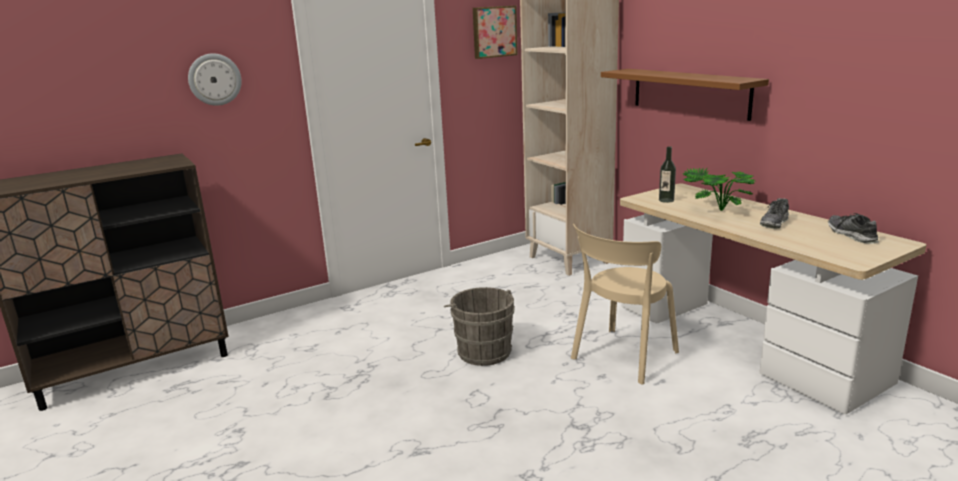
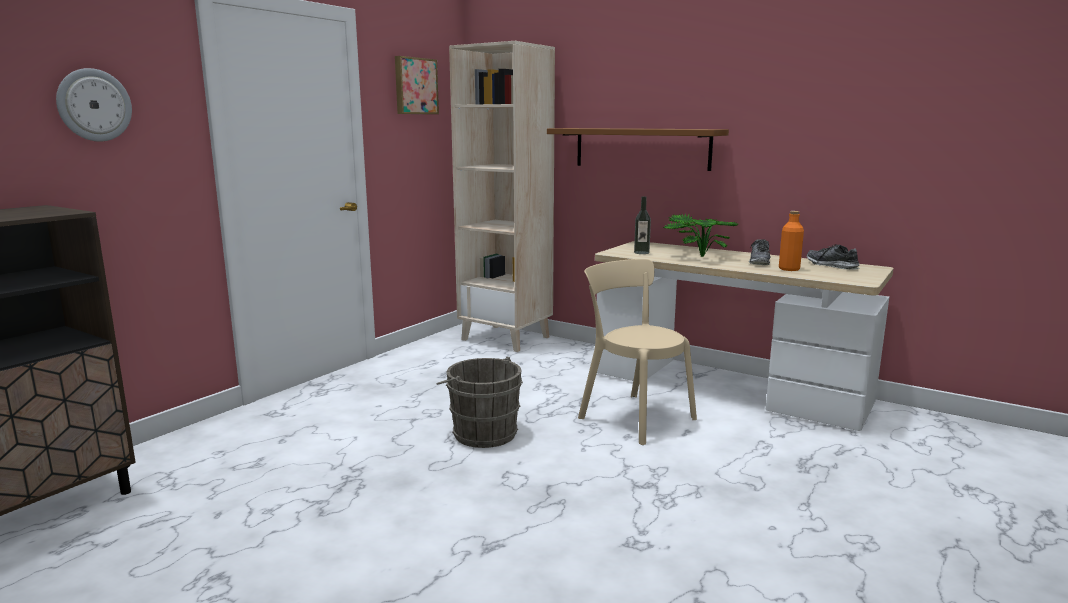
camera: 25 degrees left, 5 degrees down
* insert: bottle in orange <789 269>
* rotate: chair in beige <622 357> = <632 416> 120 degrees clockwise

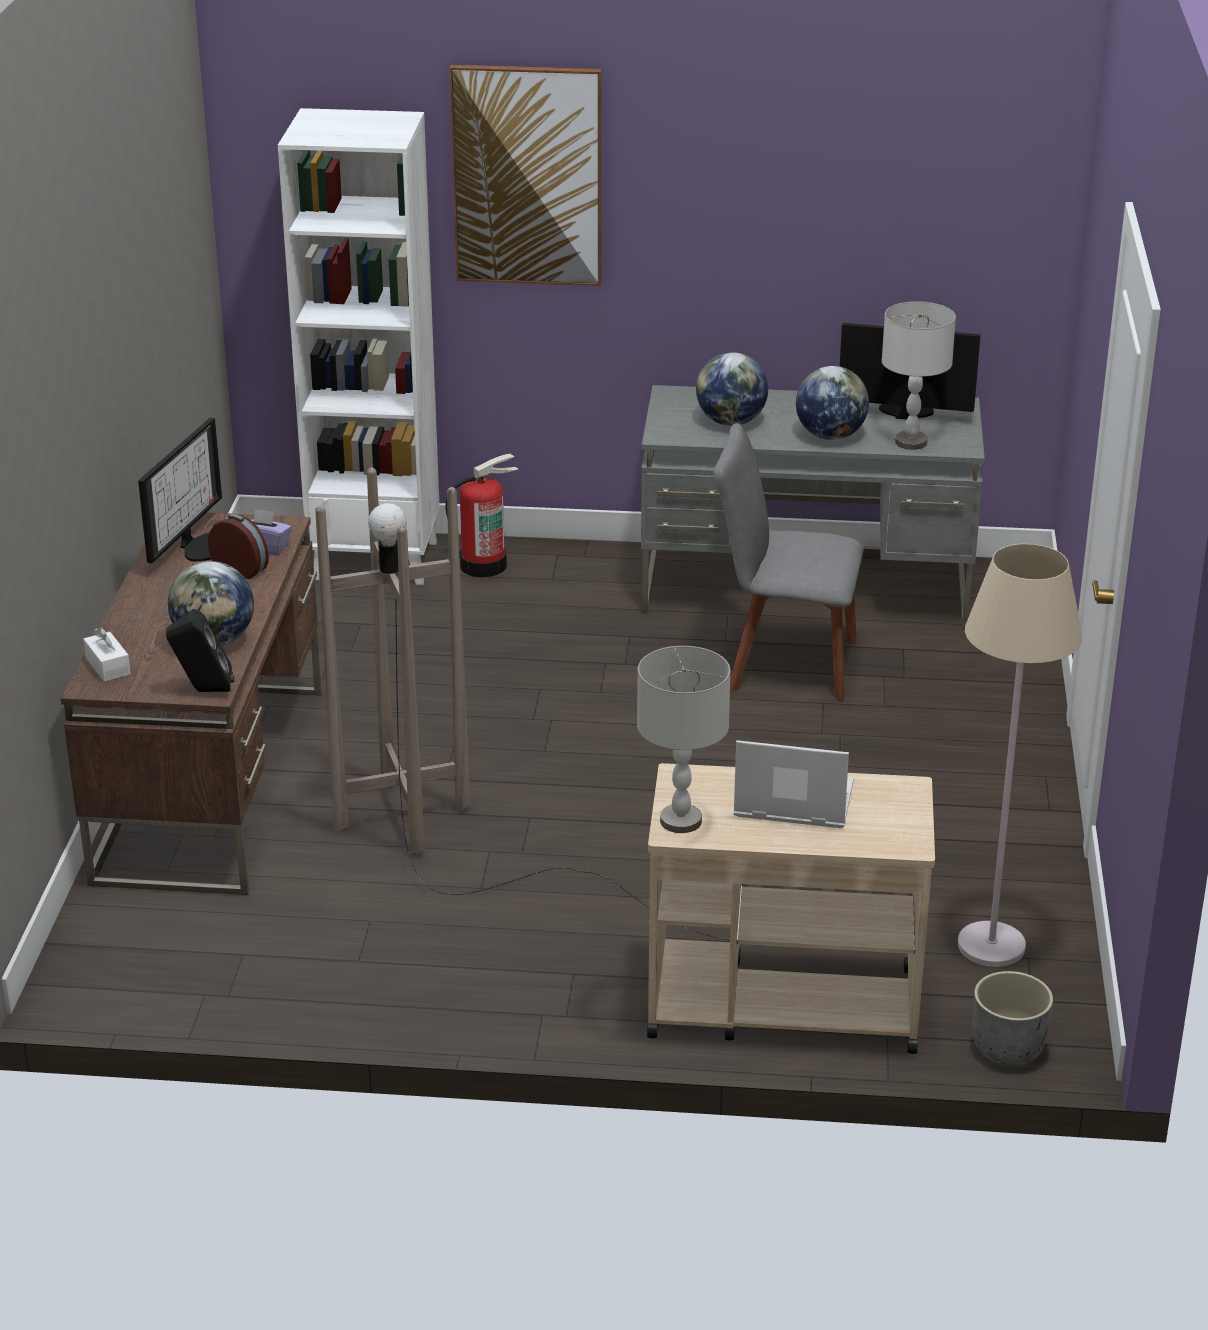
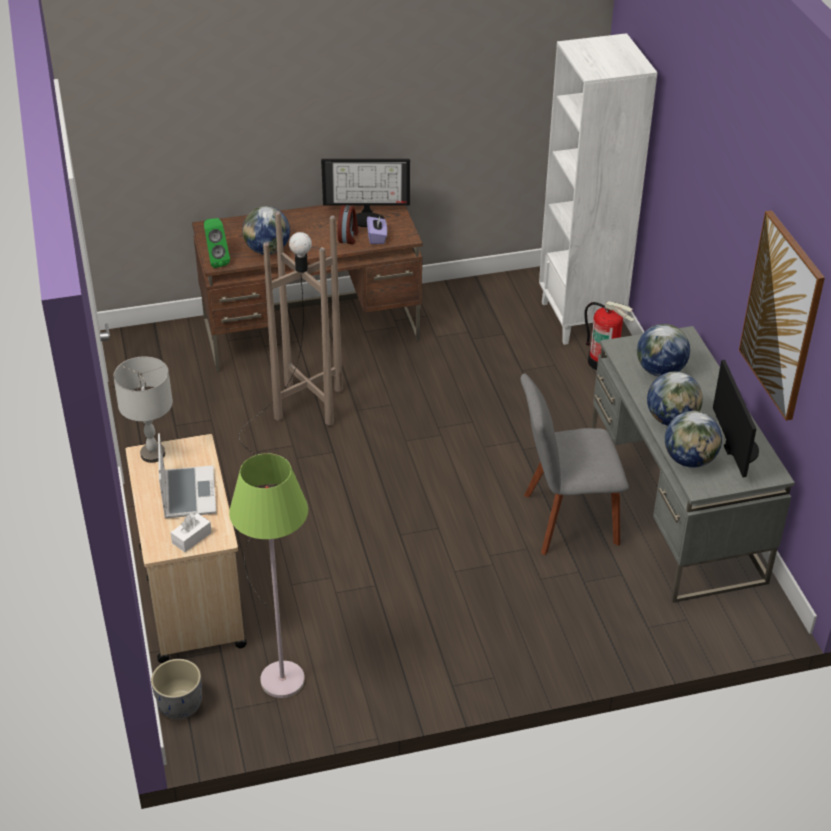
camera: 70 degrees right, 10 degrees up
* move: tissue box in white <108 666> to <191 538>
* move: picture <527 176> to <782 315>
* replace: table lamp in grey <911 442> to globe <689 460>
* recolor: speaker in black <203 691> to speaker in green <216 261>
* recolor: floor lamp in beige <991 946> to floor lamp in green <282 680>
* rotate: chair in grey <784 664> = <565 520> 90 degrees counterclockwise

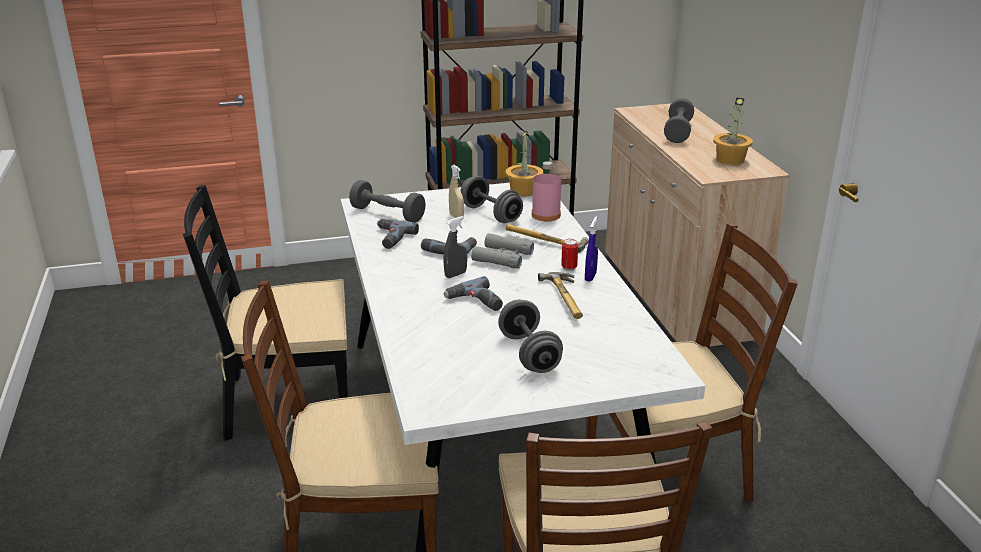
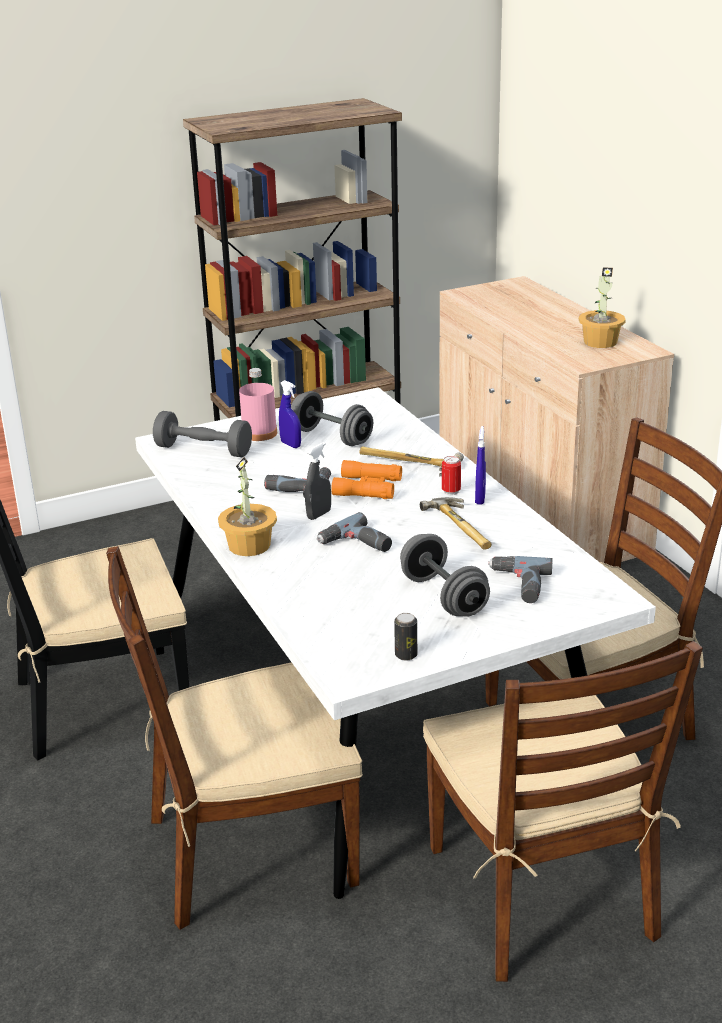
camera: 10 degrees left, 0 degrees up
* delete: dumbbell in grey <678 132>
* insert: can <406 655>
* move: power drill <390 238> to <518 585>
* move: potted plant <524 191> to <250 545>
* move: bottle in pink <546 215> to <259 433>
* recolor: spray bottle in beige <456 217> to spray bottle in blue <290 445>
* recolor: binoculars in grey <503 257> to binoculars in orange <367 487>

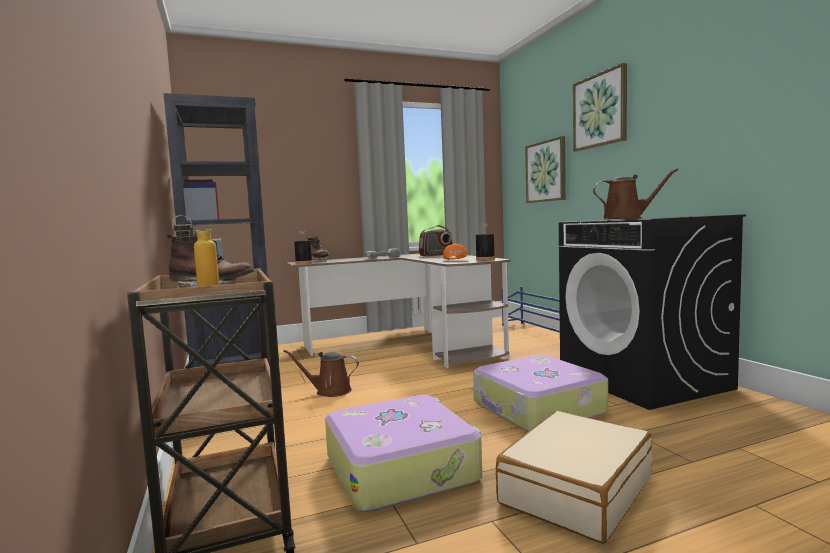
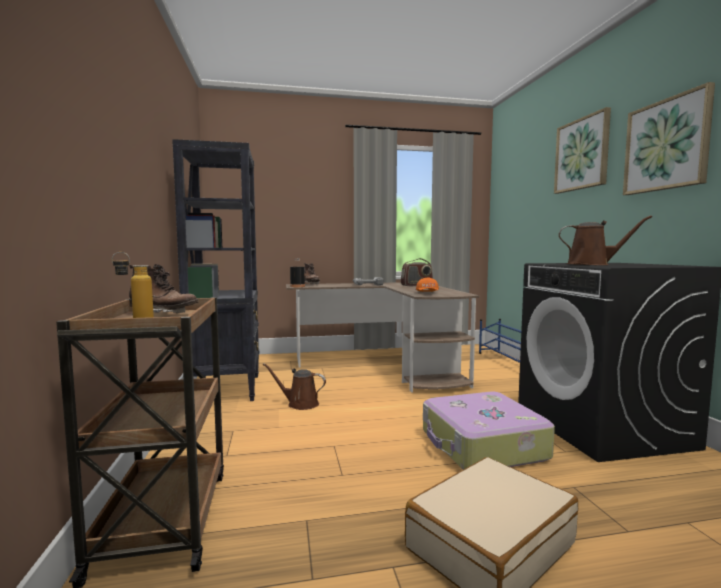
camera: 10 degrees right, 0 degrees up
* delete: suitcase <402 467>
* delete: bottle in black <485 259>
* move: picture <546 171> to <666 145>

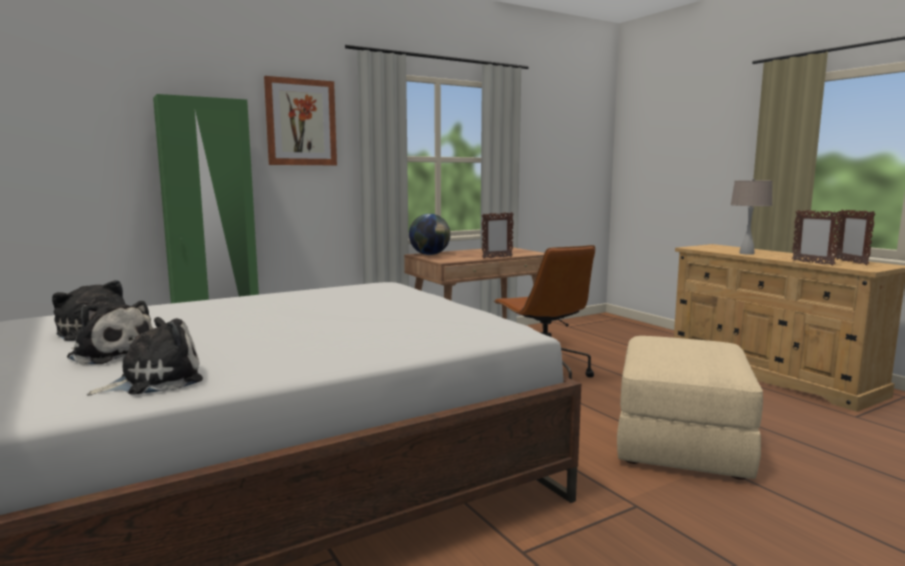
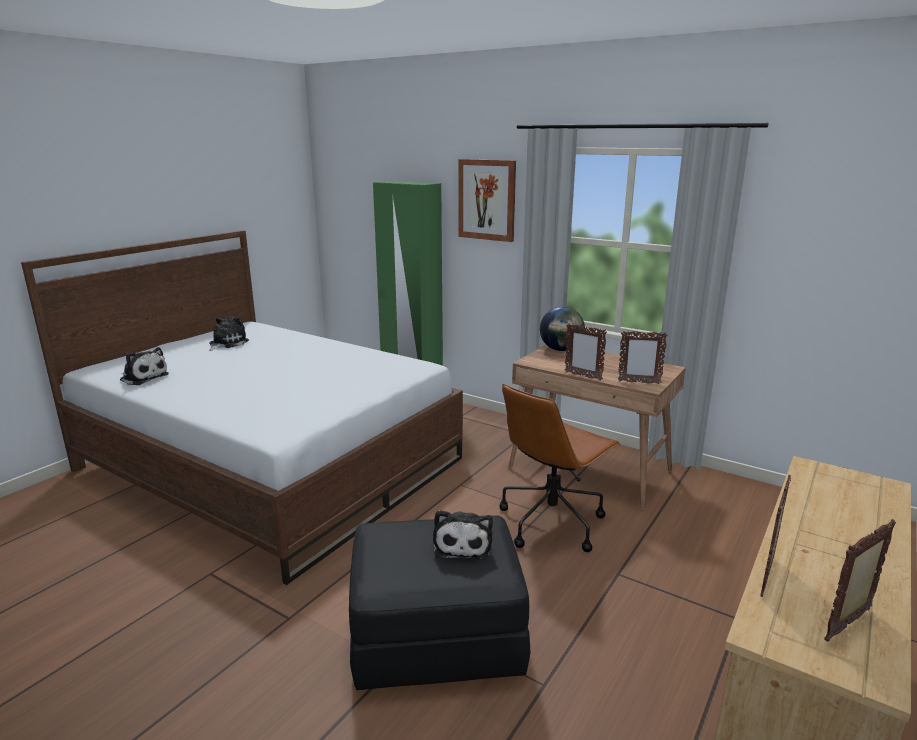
camera: 65 degrees right, 10 degrees up
* delete: table lamp in beige <747 253>
* insert: picture frame <638 382>
* move: plush toy <110 353> to <463 544>
* recolor: ottoman in beige <680 442> to ottoman in black <437 636>

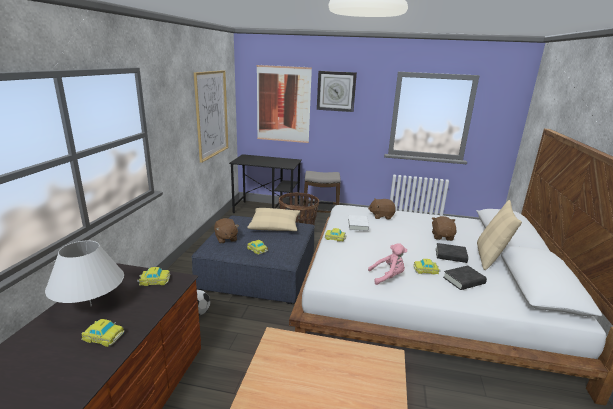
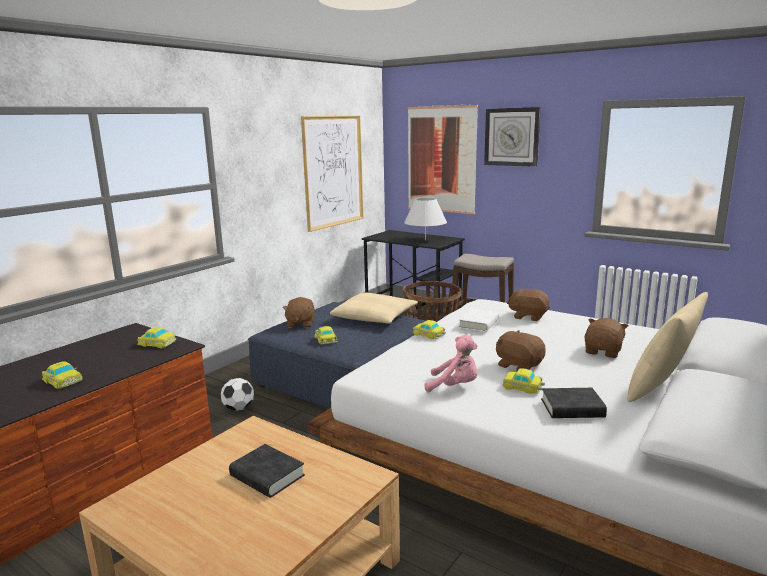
camera: 25 degrees right, 5 degrees down
* insert: plush toy in brown <519 365>
* move: table lamp in white <91 306> to <425 240>
* move: book in black <450 255> to <267 476>

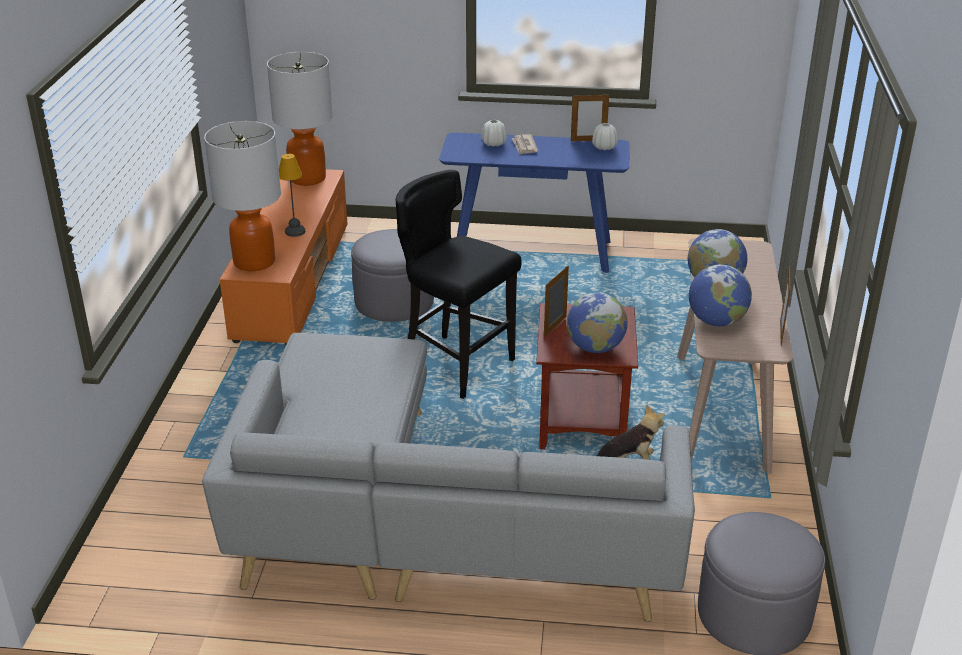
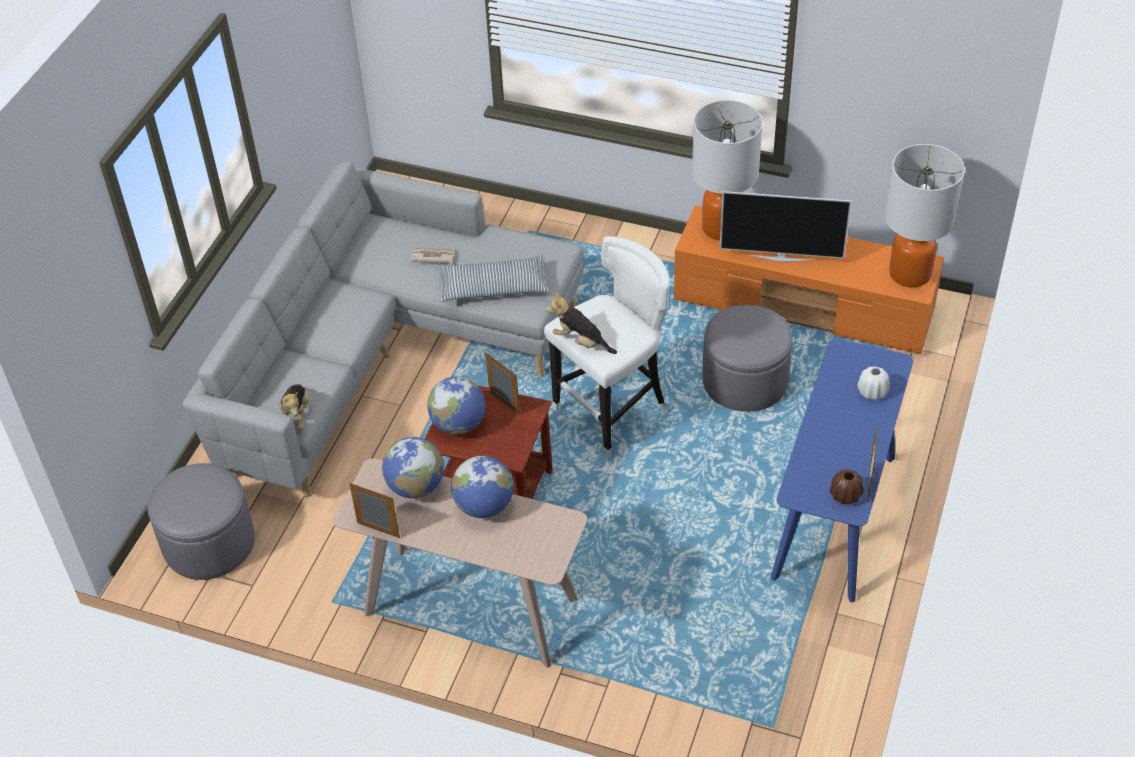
camera: 105 degrees right, 15 degrees up
* insert: pillow <494 287>
* insert: plush toy <581 342>
* move: newspaper <524 146> to <432 256>
* replace: table lamp <294 231> to television <781 257>
* recolor: stool in black <456 365> to stool in white <613 413>
* recolor: vase in white <604 147> to vase in brown <845 495>

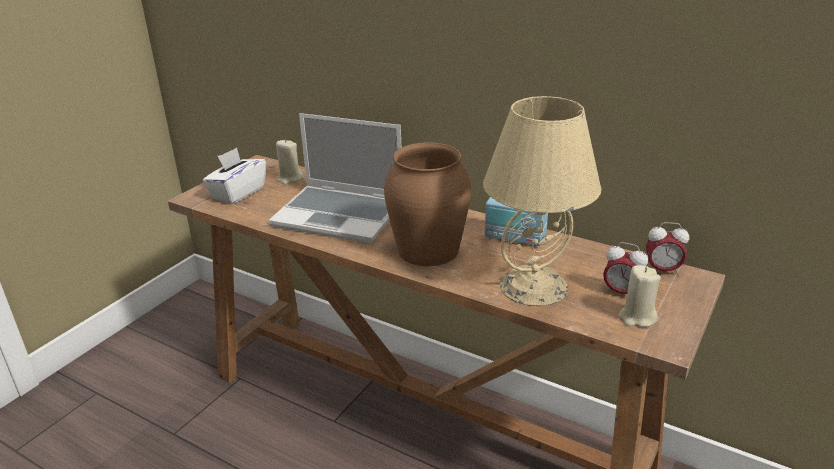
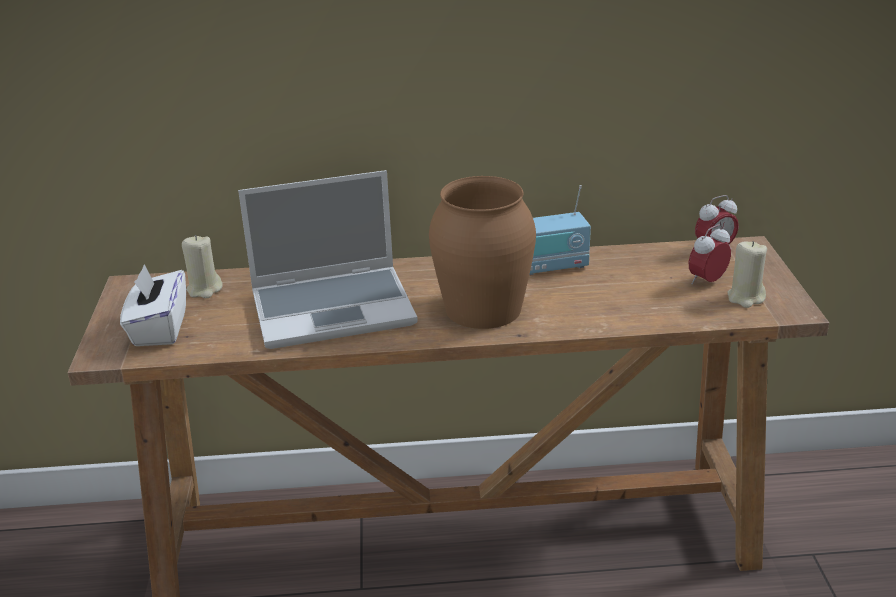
camera: 35 degrees left, 0 degrees up
* delete: table lamp in beige <533 285>
* rotate: alarm clock <621 292> = <707 281> 150 degrees clockwise

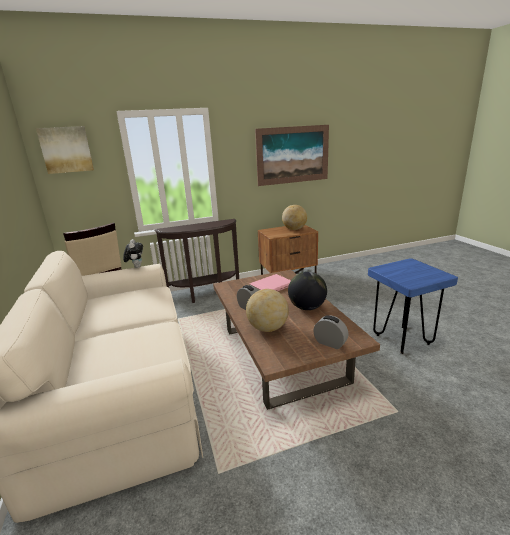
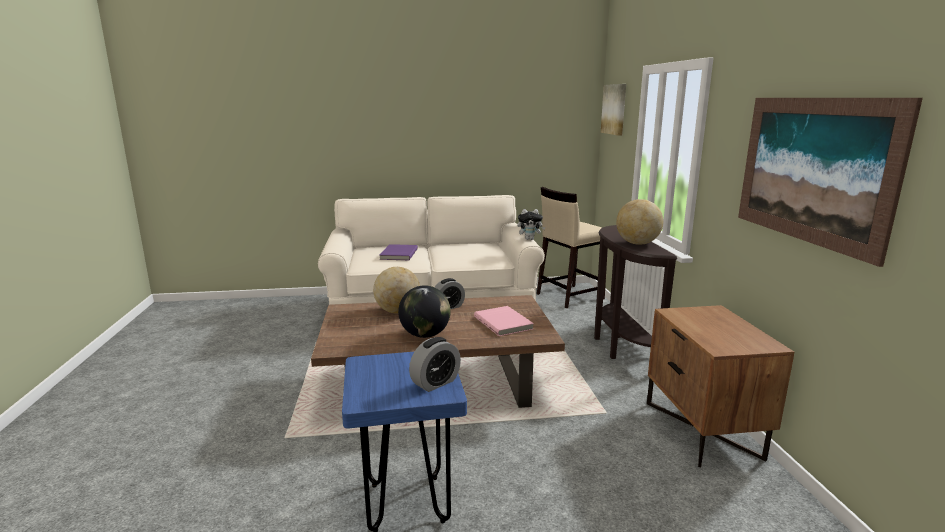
camera: 100 degrees right, 5 degrees down
* insert: book in purple <398 254>
* move: globe <294 229> to <637 243>
* move: alarm clock <330 343> to <435 383>

